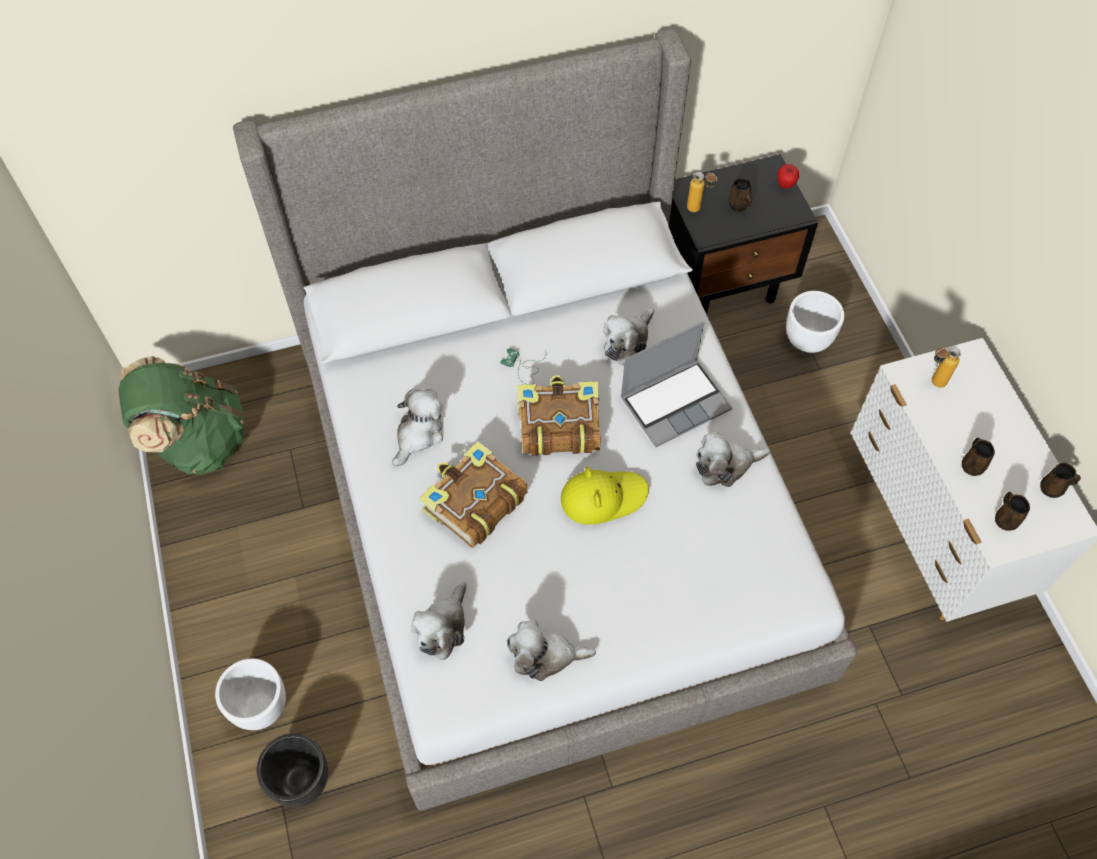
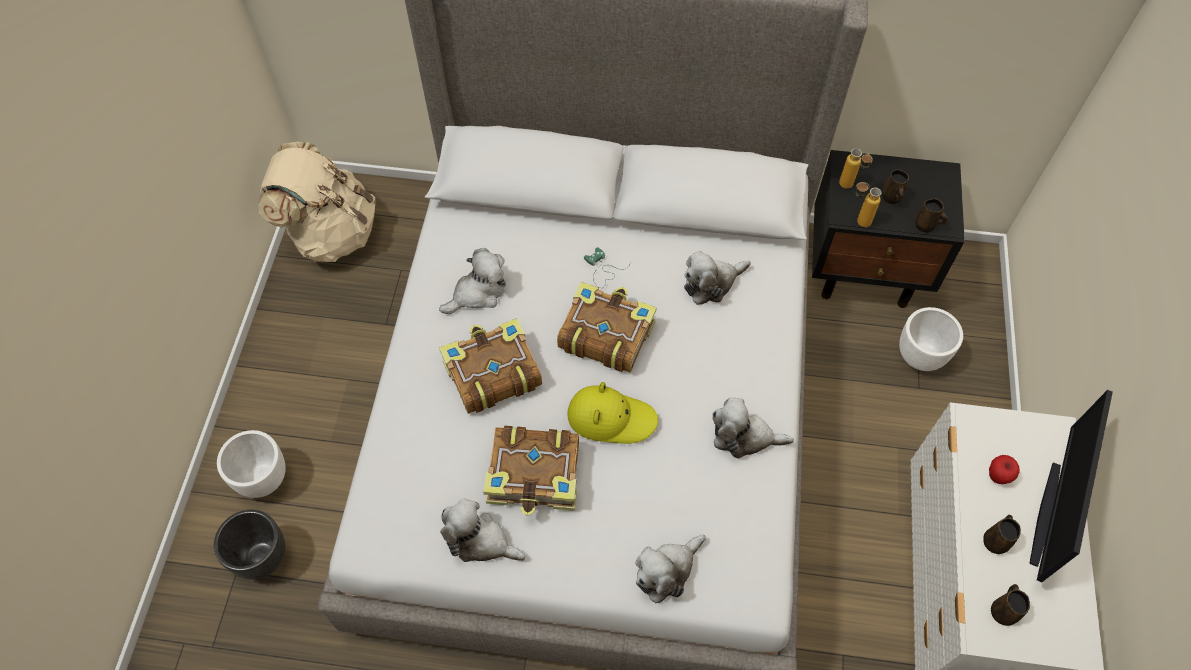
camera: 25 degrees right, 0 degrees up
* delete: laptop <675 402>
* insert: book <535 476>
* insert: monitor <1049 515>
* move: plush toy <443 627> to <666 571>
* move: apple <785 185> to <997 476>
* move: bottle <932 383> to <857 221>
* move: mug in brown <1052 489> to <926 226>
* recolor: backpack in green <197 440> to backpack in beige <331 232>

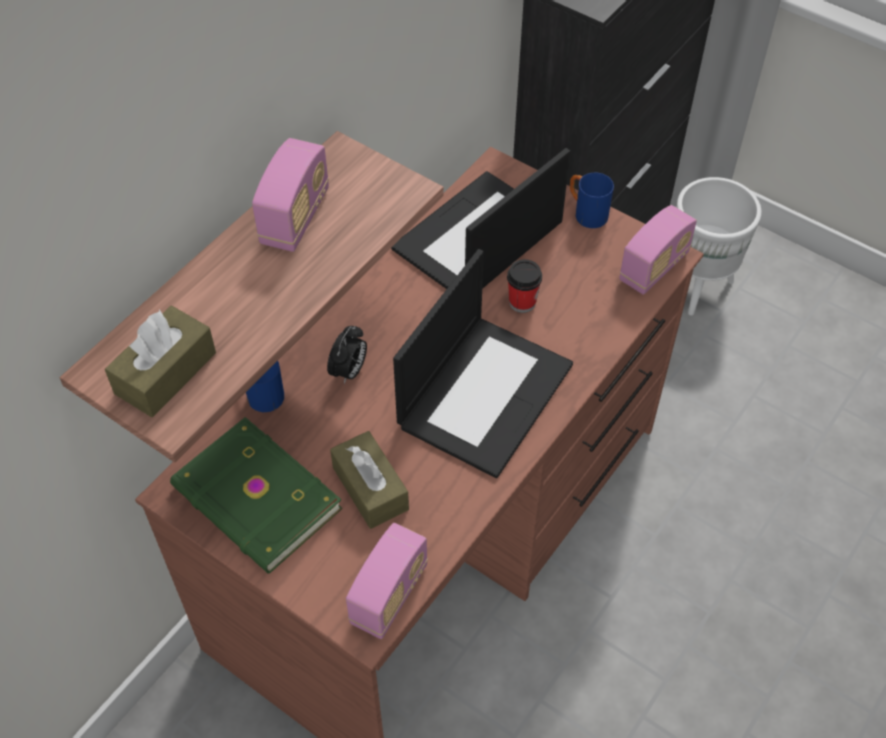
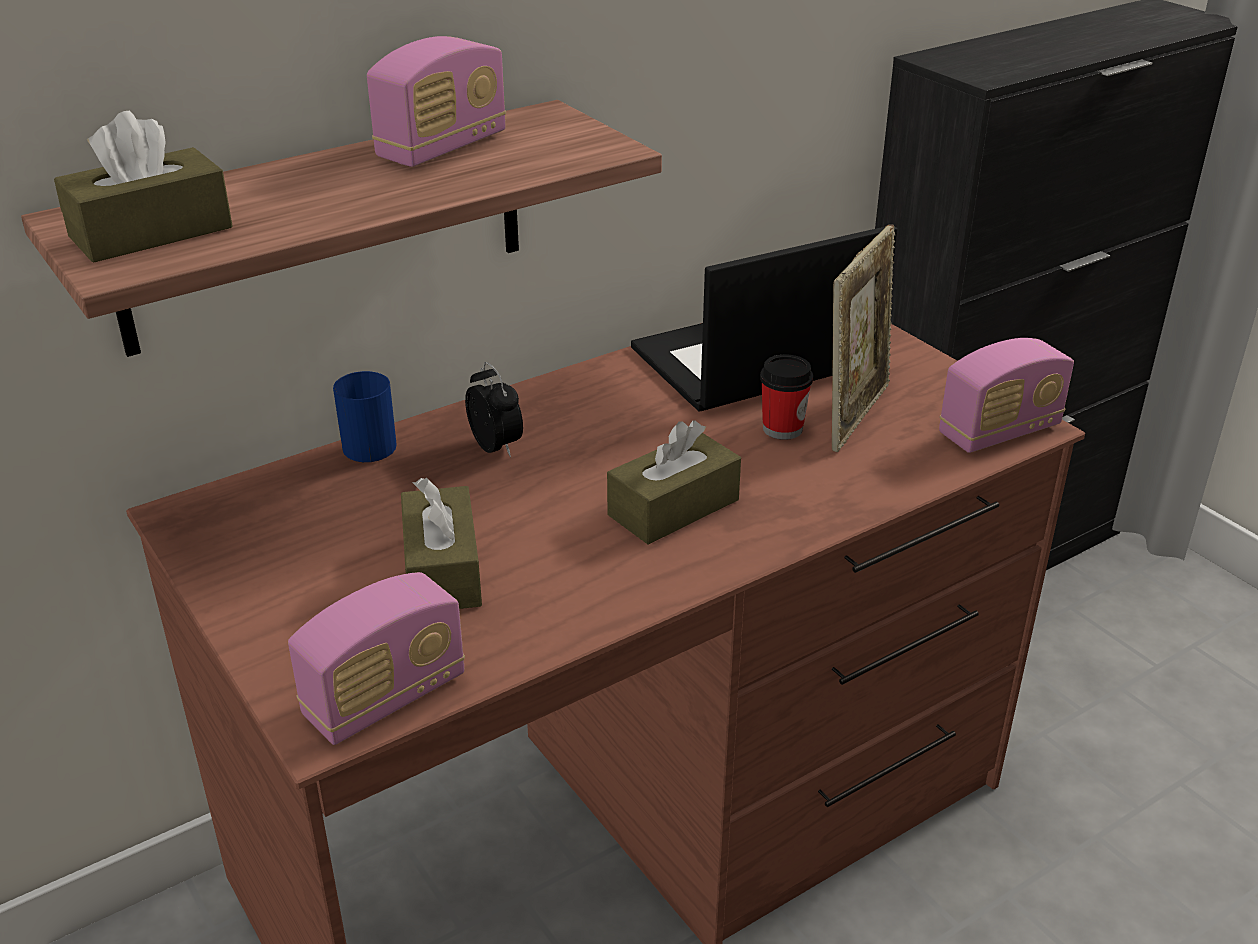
camera: 20 degrees right, 20 degrees down
* delete: book in green <255 501>
* delete: mug in blue <586 213>
* delete: planter in white <697 286>
* insert: picture frame <855 415>
* replace: laptop <485 393> to tissue box in brown <673 507>
* rotate: alarm clock <349 371> = <497 447> 75 degrees counterclockwise

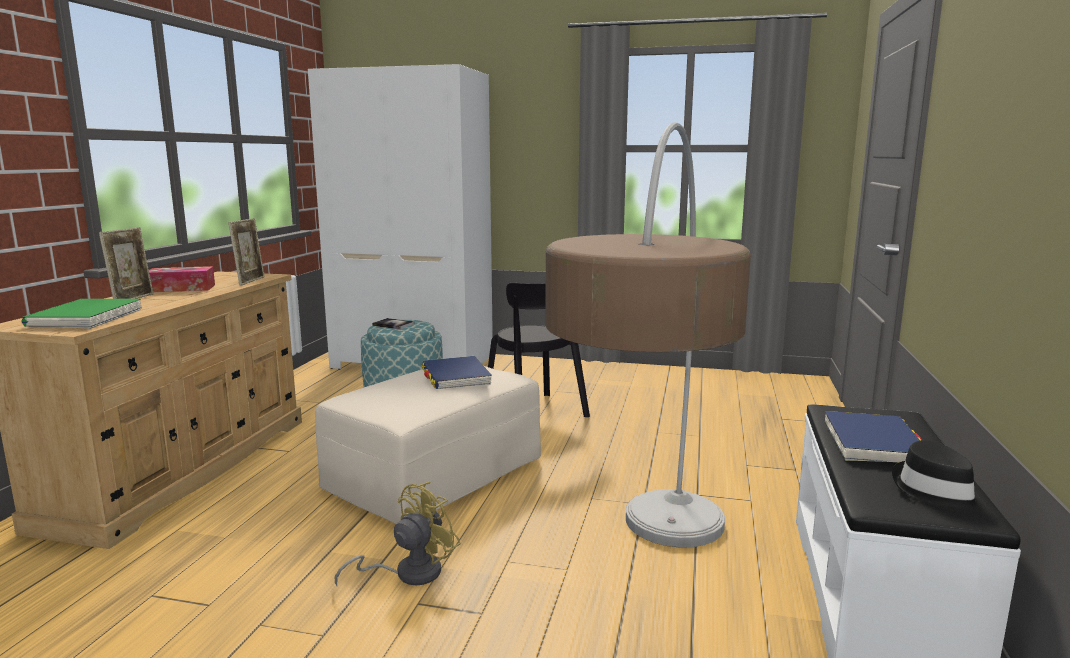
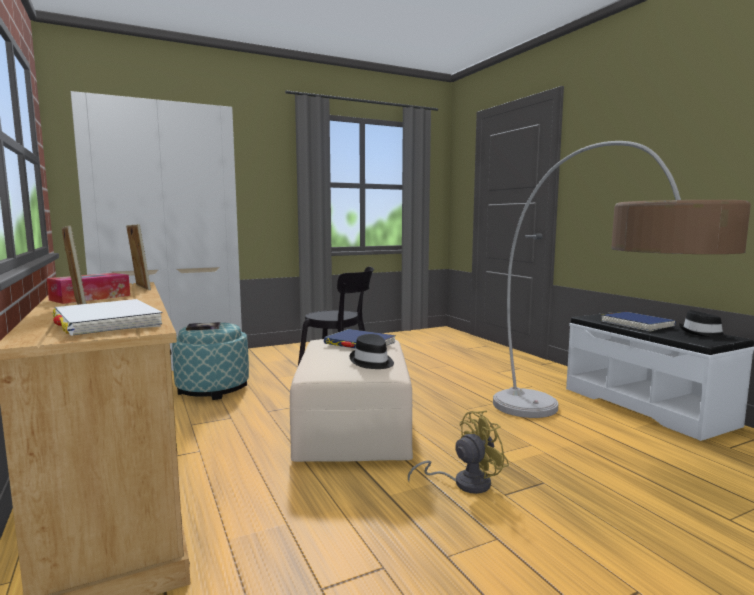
camera: 40 degrees left, 5 degrees down
* insert: hat in black <372 362>
* recolor: book in green <86 318> to book in white <107 323>
* rotate: fan in yellow <408 573> = <464 483> 60 degrees clockwise

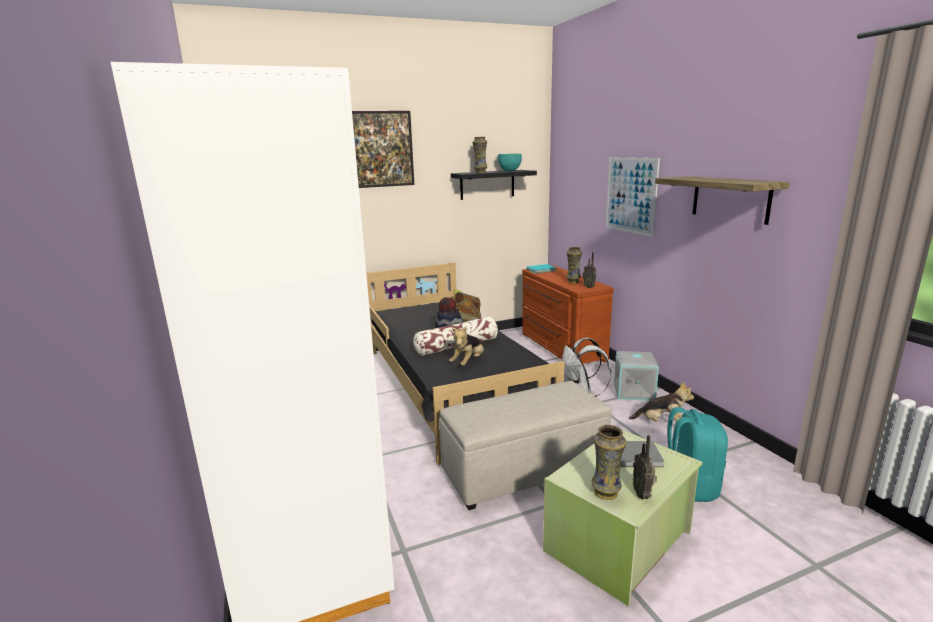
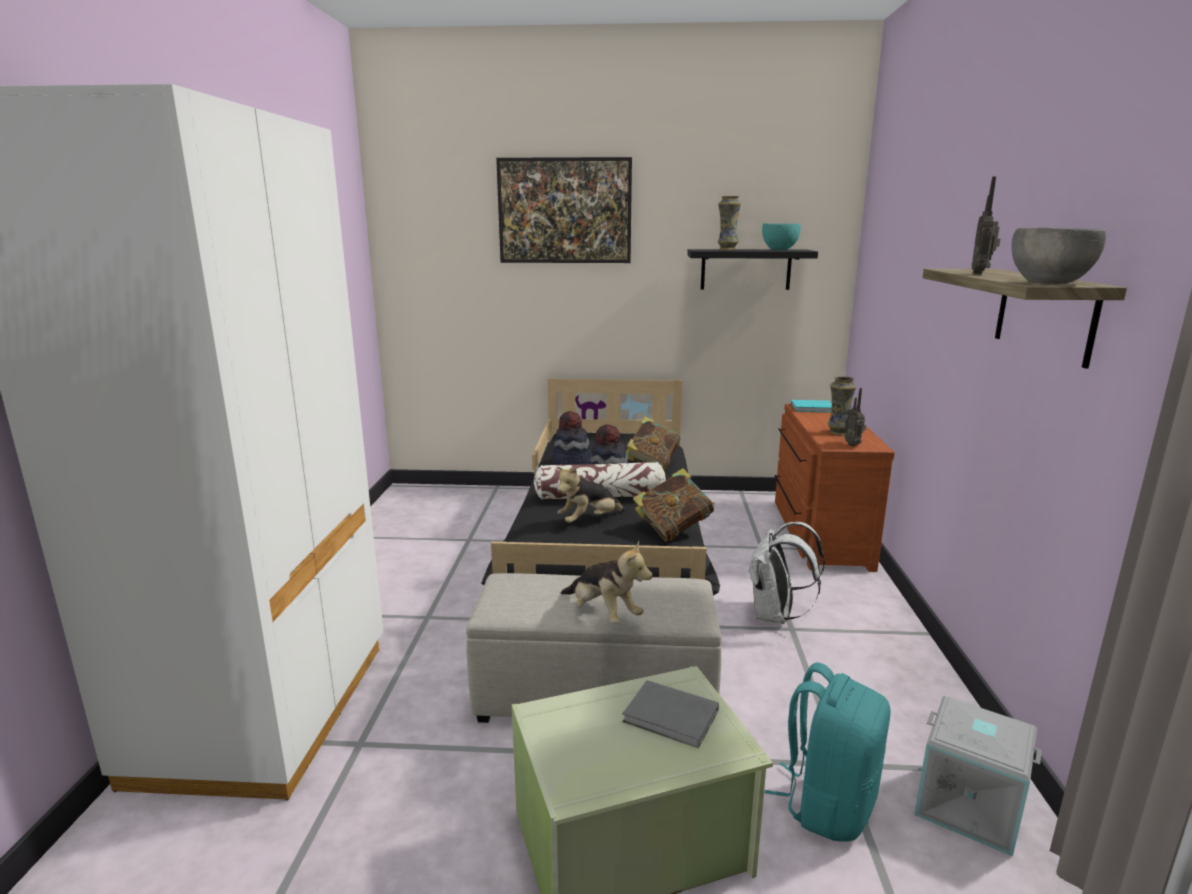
camera: 25 degrees right, 0 degrees up
* delete: vase <606 493>
* delete: picture <631 195>
* insert: hat <572 463>
* insert: book <673 530>
* insert: bowl in grey <1049 283>
* move: storage box in grey <634 391> to <969 805>
* move: plush toy <661 423> to <603 614>
* move: radio <643 494> to <981 273>

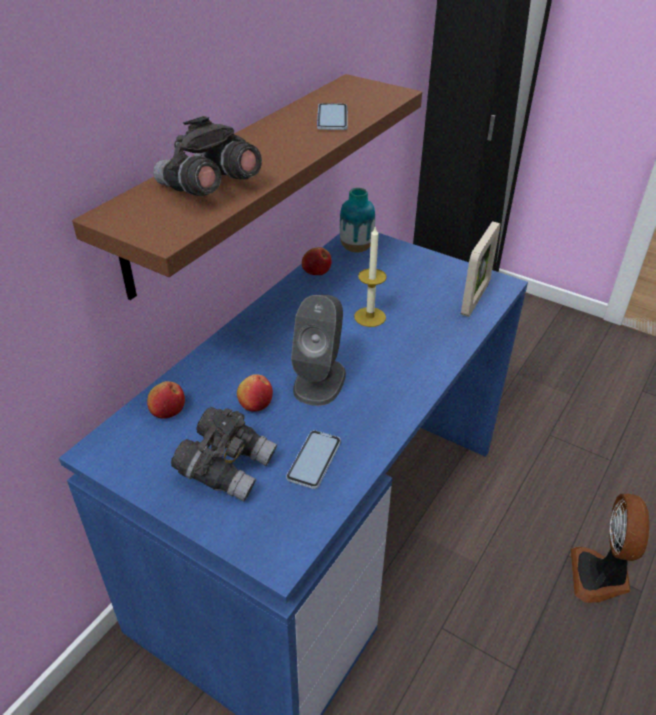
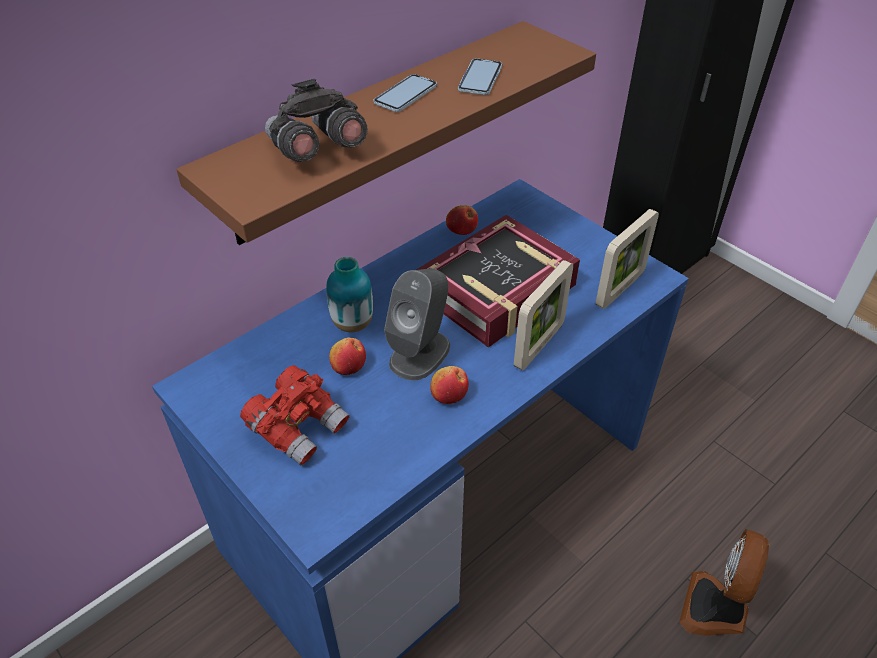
camera: 15 degrees right, 5 degrees up
* insert: picture frame <539 345>
* move: apple <167 411> to <448 395>
* move: phone <314 460> to <405 95>
* move: vase <356 248> to <352 324>
* replace: candle <370 317> to book <498 291>
* recolor: binoculars in grey <227 467> to binoculars in red <299 427>

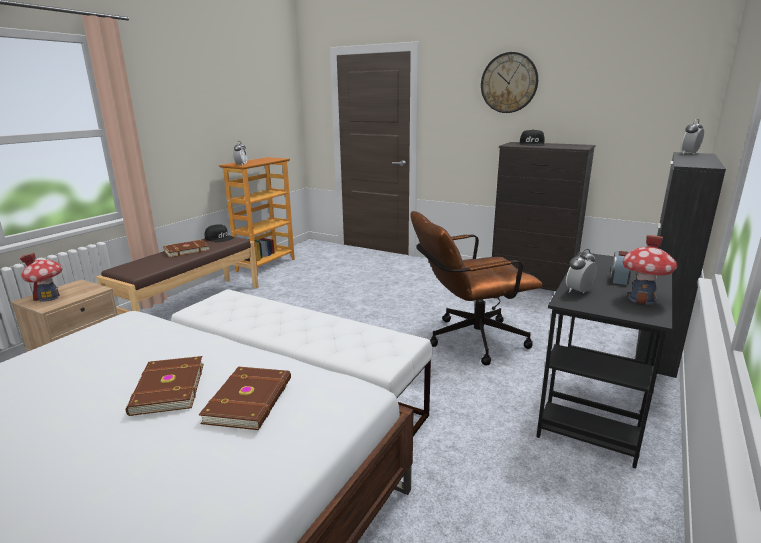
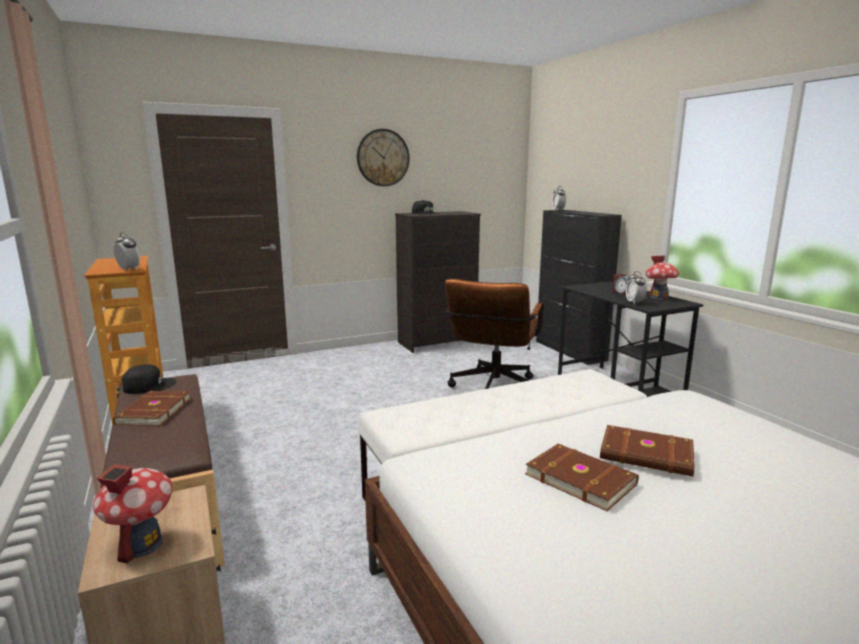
camera: 55 degrees left, 5 degrees down
* move: book in brown <250 400> to <580 478>

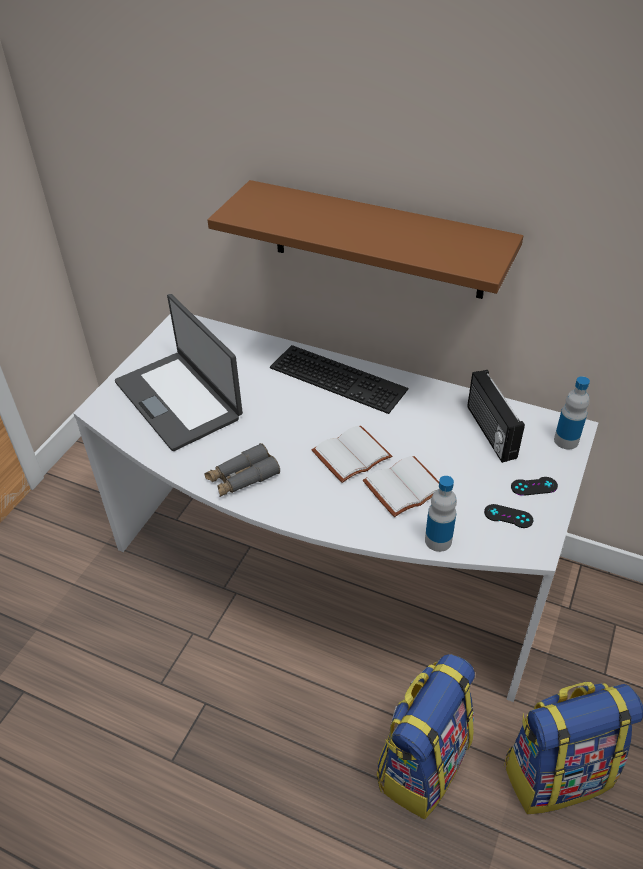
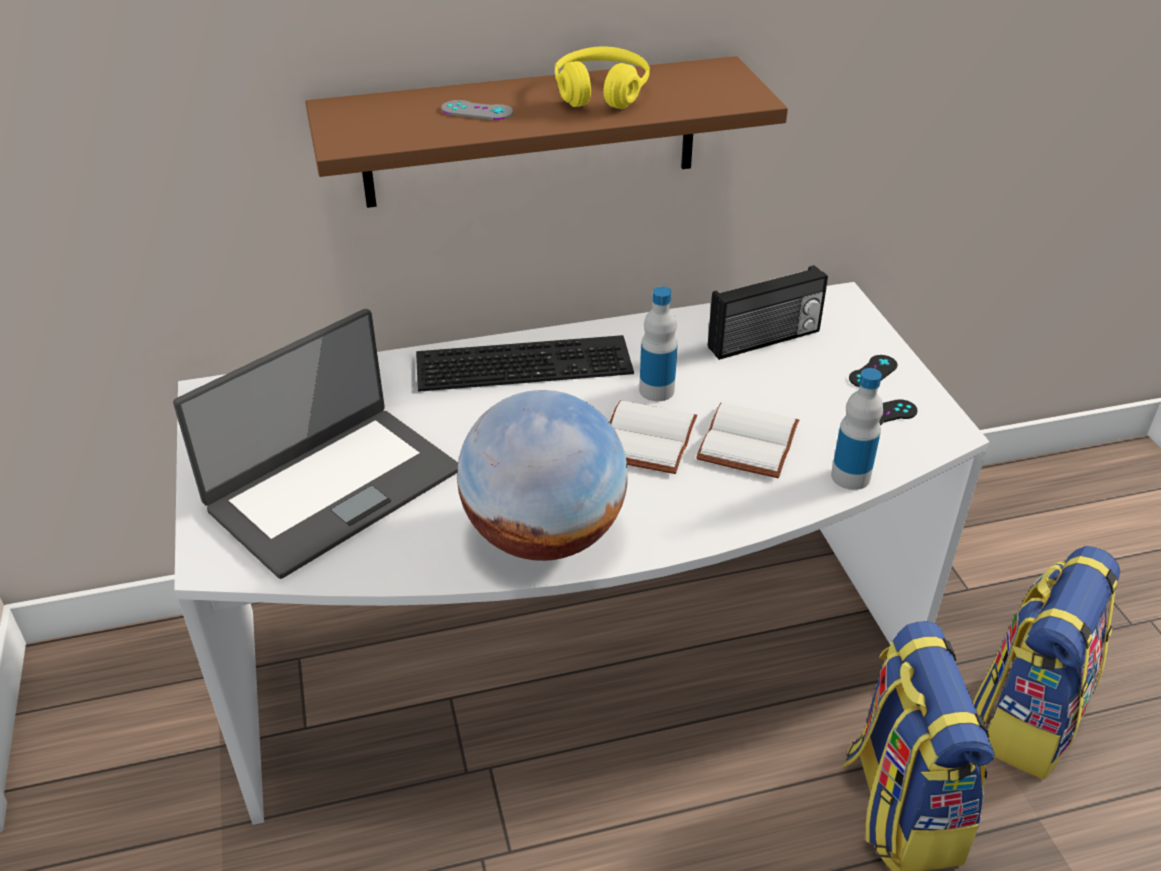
camera: 40 degrees left, 5 degrees down
* insert: game controller in grey <477 111>
* insert: headphones in yellow <601 93>
* move: bottle <566 440> to <656 390>
* replace: binoculars in grey <242 478> to globe <543 536>
* rotate: laptop <179 399> = <332 488> 60 degrees counterclockwise
* rotate: radio <489 432> = <765 340> 60 degrees counterclockwise

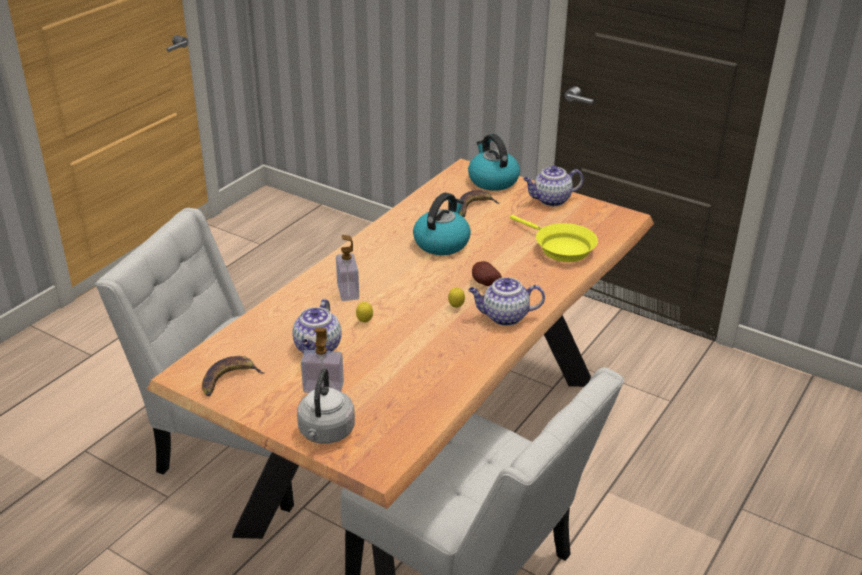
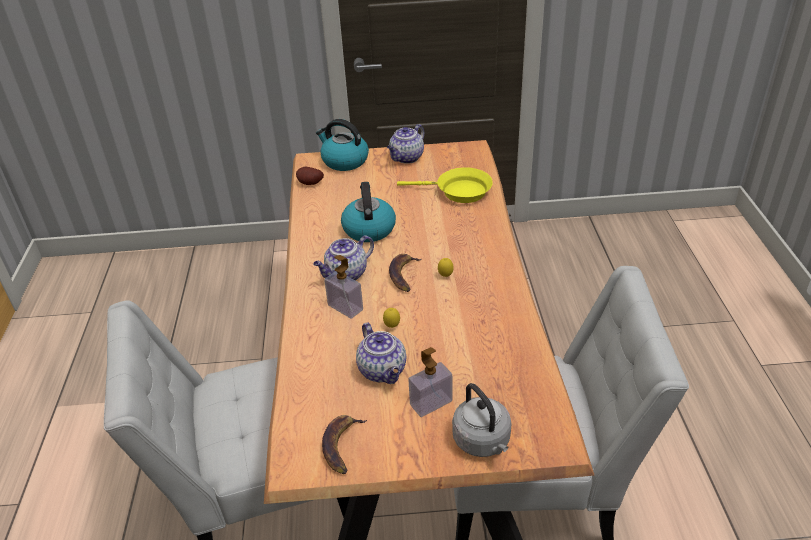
camera: 35 degrees left, 5 degrees up
* move: banana <474 207> to <403 275>
* move: teapot <504 317> to <346 274>
* move: potato <484 284> to <310 184>

